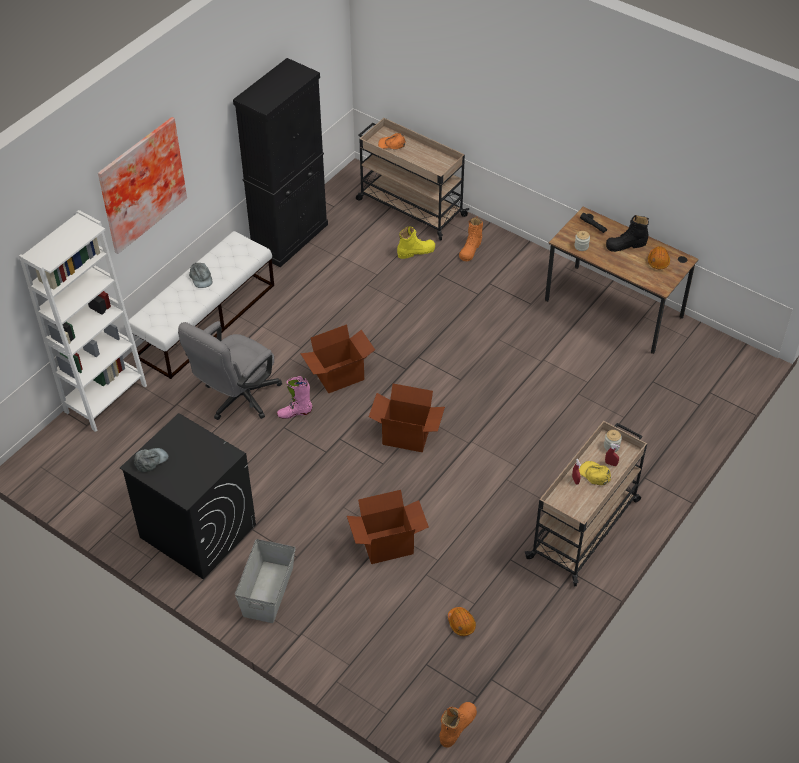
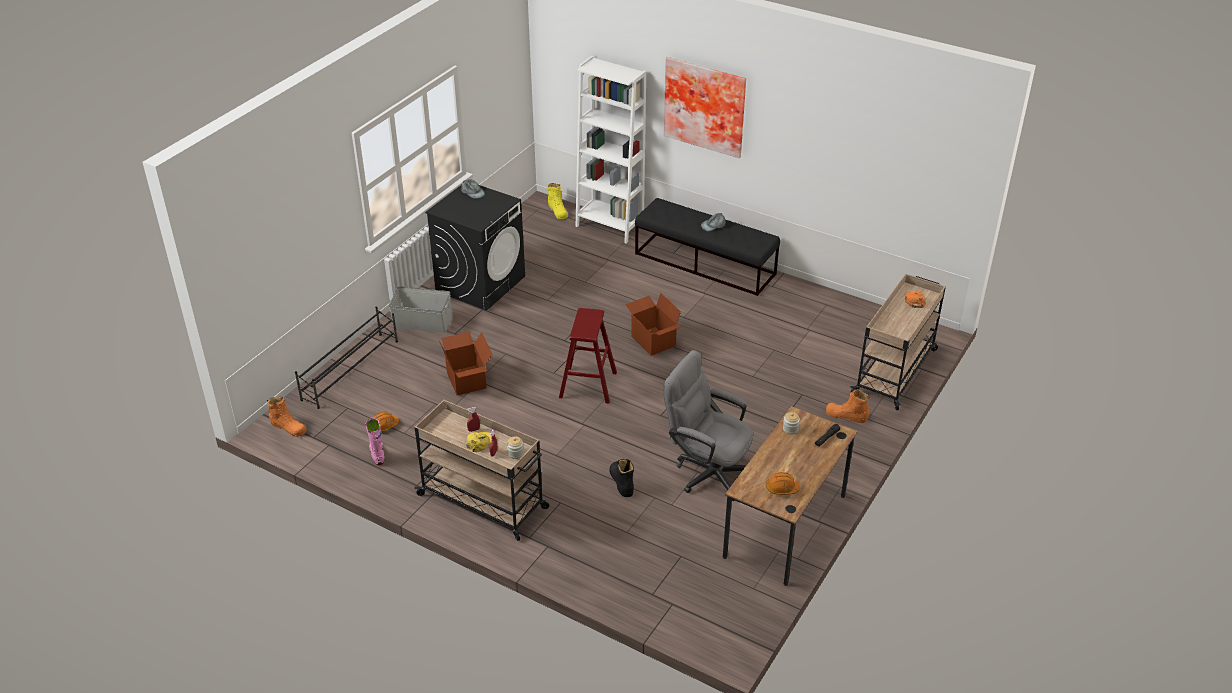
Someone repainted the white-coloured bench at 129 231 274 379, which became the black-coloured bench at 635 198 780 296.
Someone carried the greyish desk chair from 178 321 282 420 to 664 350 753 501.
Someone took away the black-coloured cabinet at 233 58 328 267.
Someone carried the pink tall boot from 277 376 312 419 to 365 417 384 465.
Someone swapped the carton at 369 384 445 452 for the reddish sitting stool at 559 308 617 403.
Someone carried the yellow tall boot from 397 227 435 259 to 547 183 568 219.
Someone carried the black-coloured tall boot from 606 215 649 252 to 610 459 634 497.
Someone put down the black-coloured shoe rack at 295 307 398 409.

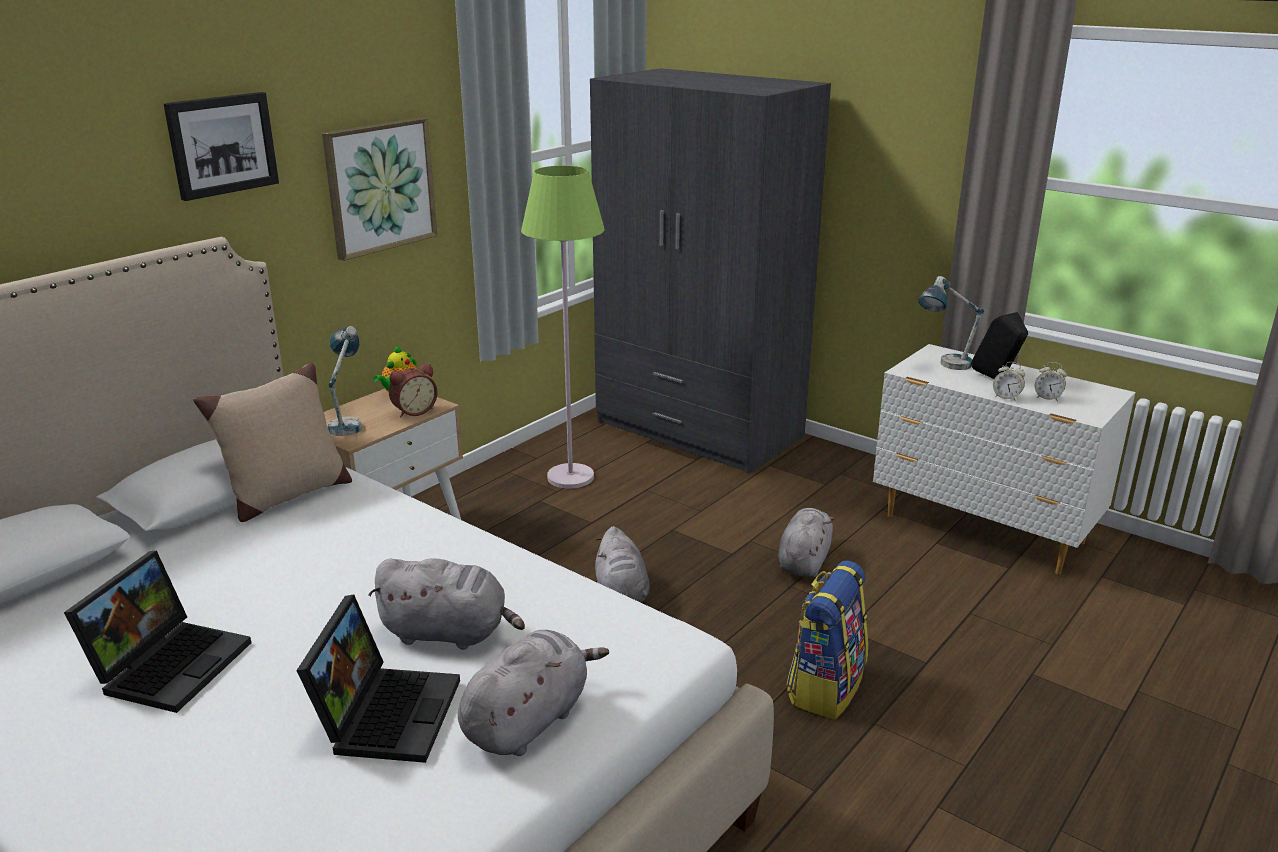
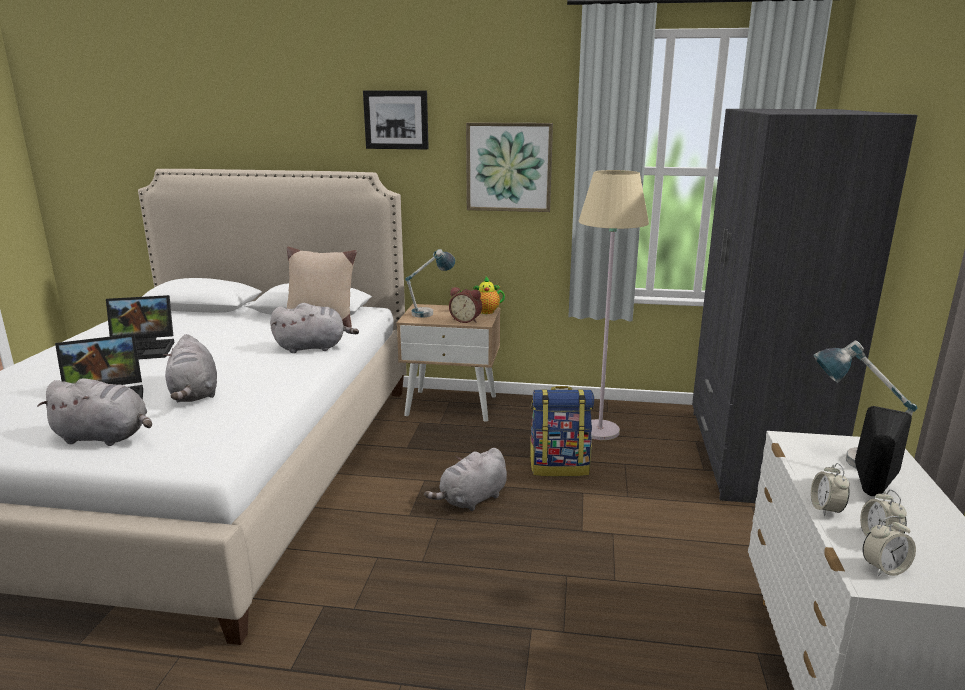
Someone repainted the green standard lamp at 521 166 604 489, which became the beige standard lamp at 579 170 649 440.
Someone carried the greyish soft toy from 778 508 834 577 to 270 303 359 353.
Someone carried the backpack from 787 561 868 720 to 529 386 594 477.
Someone put down the bedside clock at 863 516 916 577.

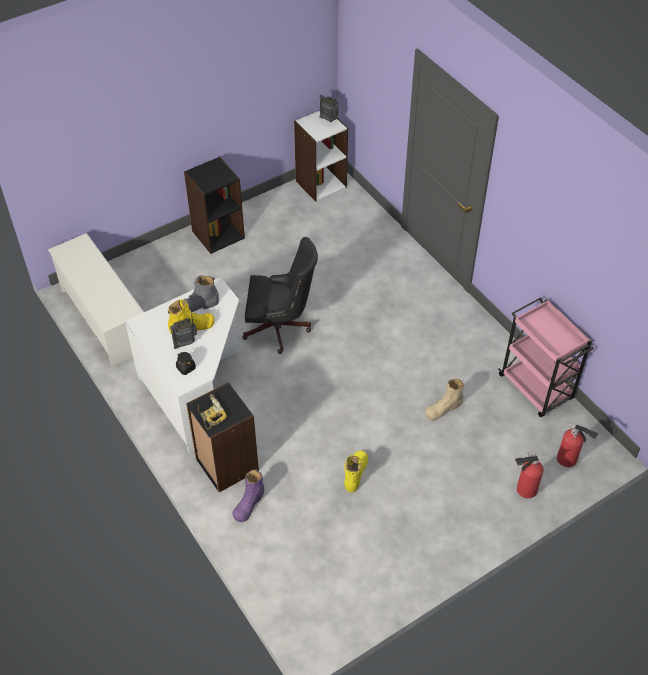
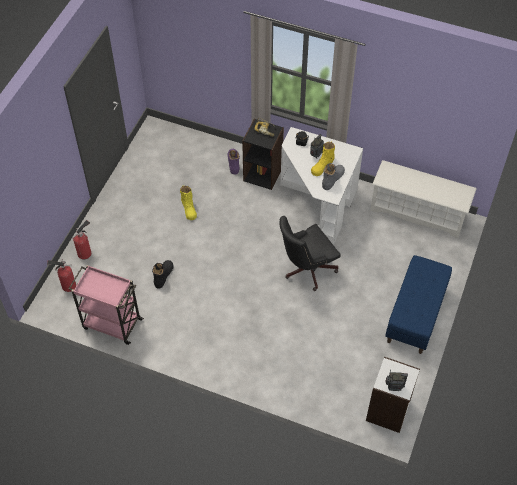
Someone swapped the black-coloured shelving unit at 184 157 245 254 for the blue-coloured bench at 385 255 452 354.
Someone repainted the beige tall boot at 425 379 464 420, which became the black-coloured tall boot at 152 260 174 289.

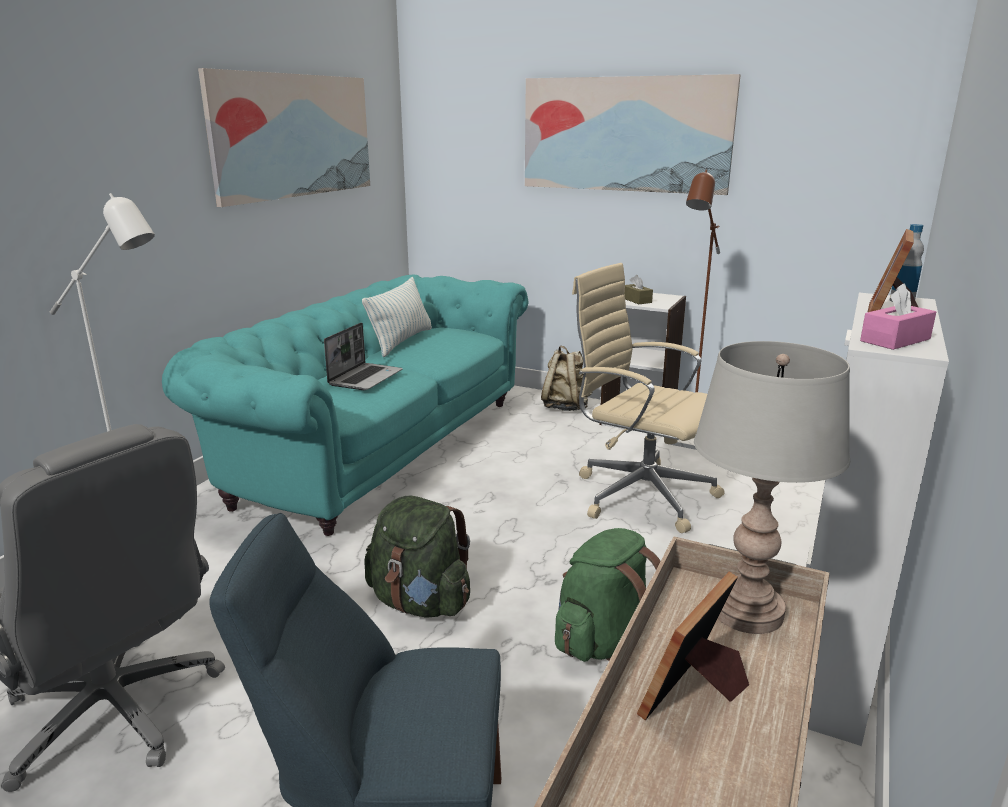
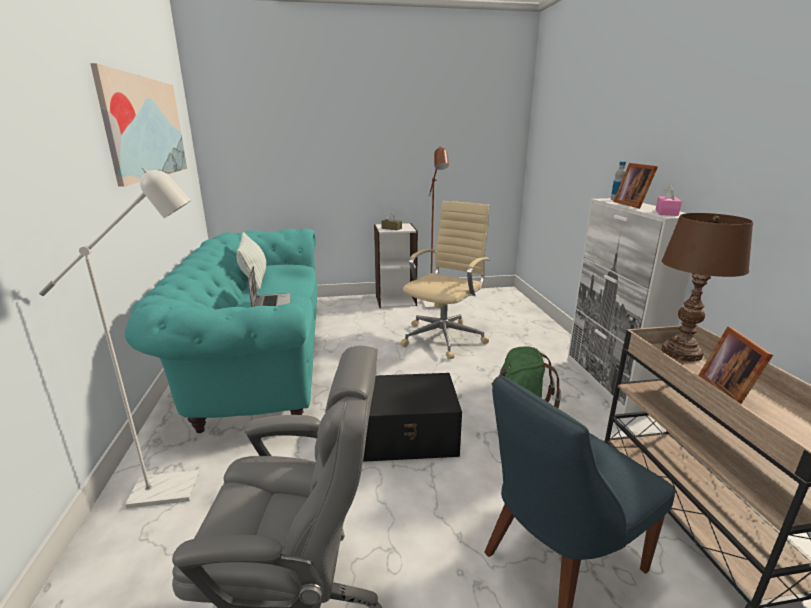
Someone swapped the green backpack at 364 495 470 618 for the black-coloured storage container at 363 373 462 462.
Someone took away the picture at 525 74 741 195.
Someone took away the beige backpack at 541 346 592 411.
Someone rotated the beige desk chair at 572 263 725 533 by 120 degrees clockwise.
Someone repainted the greyish table lamp at 694 341 850 634, which became the brown-coloured table lamp at 662 213 753 362.

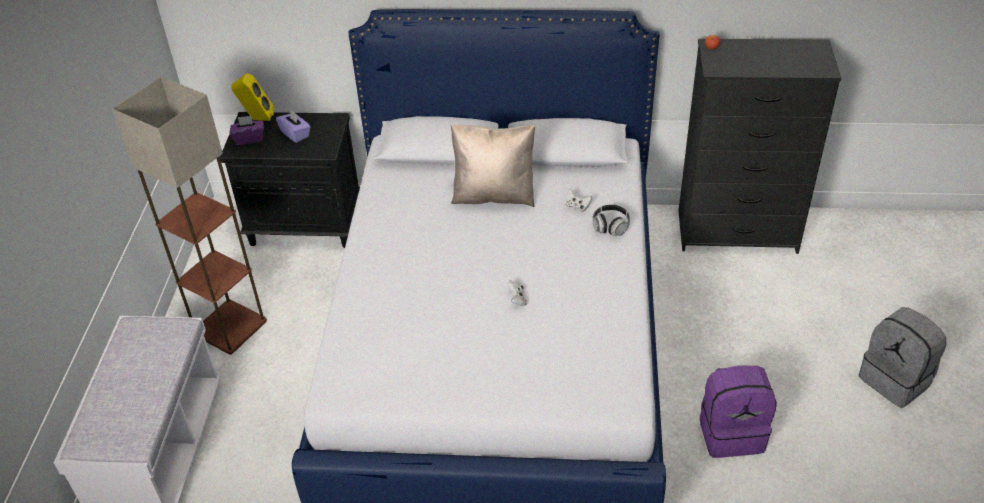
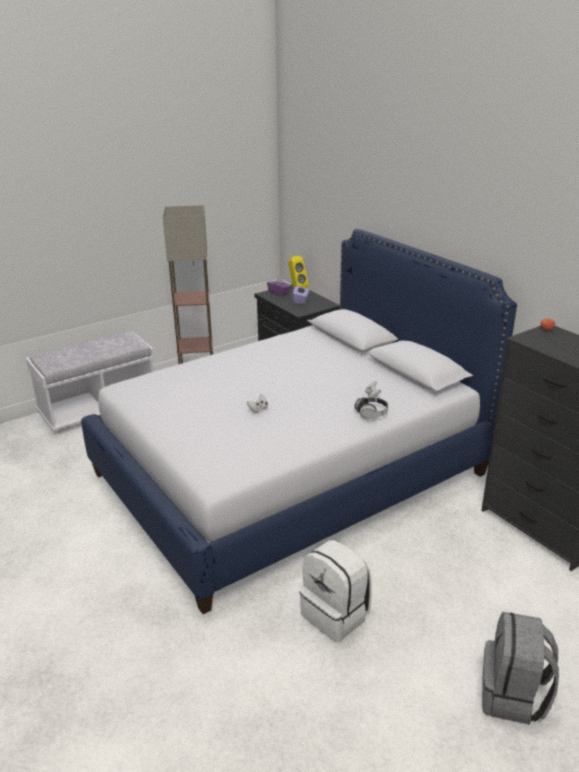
Someone took away the beige cushion at 451 124 535 207.
Someone repainted the purplish backpack at 700 365 777 458, which became the white-coloured backpack at 299 540 372 642.

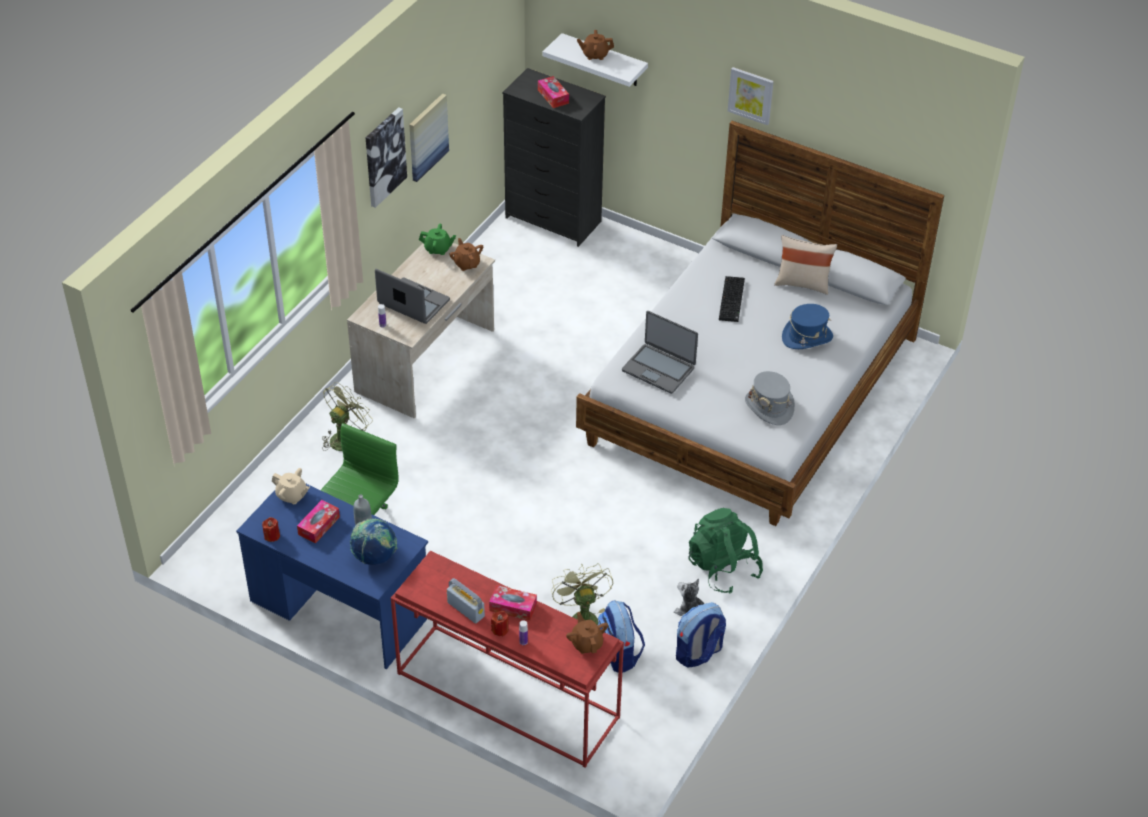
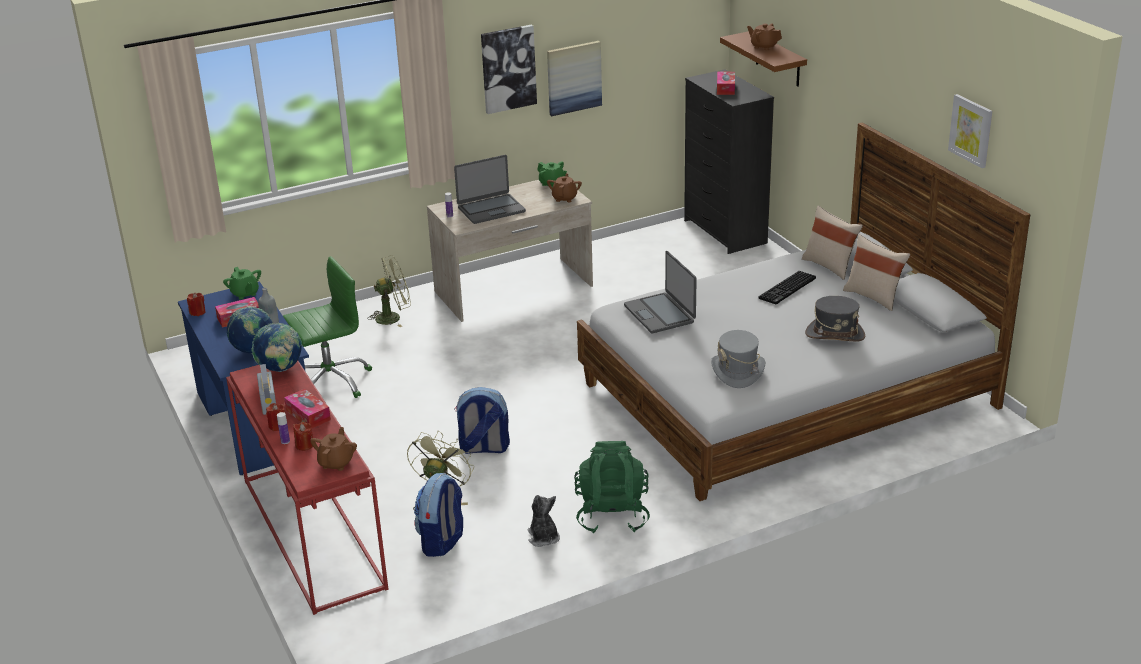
Someone repainted the beige pot for tea at 272 468 310 504, which became the green pot for tea at 223 267 261 300.
Someone rotated the notebook computer at 375 269 450 324 by 90 degrees clockwise.
Someone repainted the white-coloured wall shelf at 543 33 648 87, which became the brown-coloured wall shelf at 720 31 807 87.
Someone carried the backpack from 676 602 726 668 to 454 387 510 454.
Someone carried the picture from 728 67 774 125 to 948 94 992 168.
Someone repainted the blue-coloured hat at 782 304 833 349, which became the greyish hat at 805 296 865 342.
Someone put down the desk globe at 251 323 303 372.
Someone put down the reddish wax light at 293 422 313 451.
Someone put down the beige cushion at 802 205 863 280.

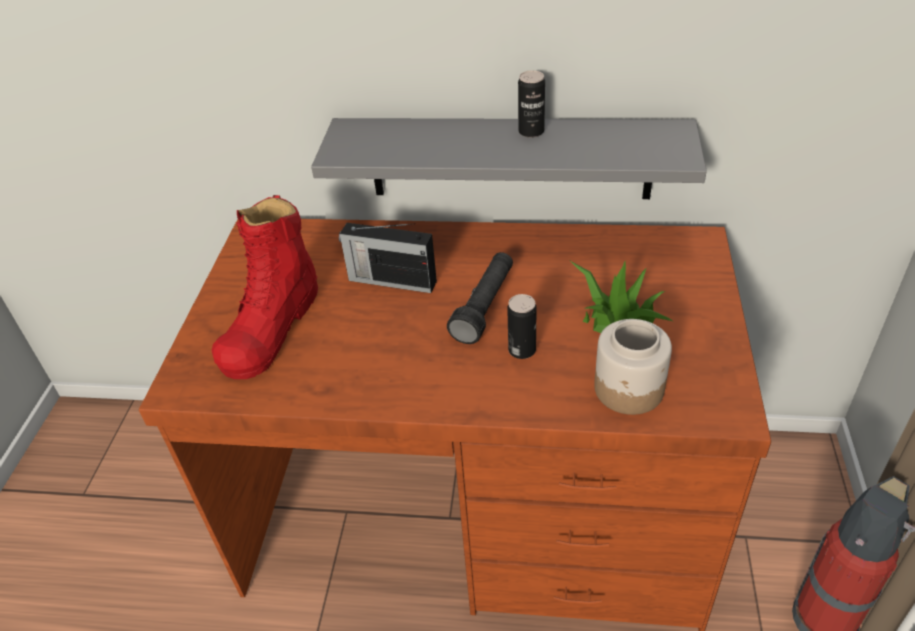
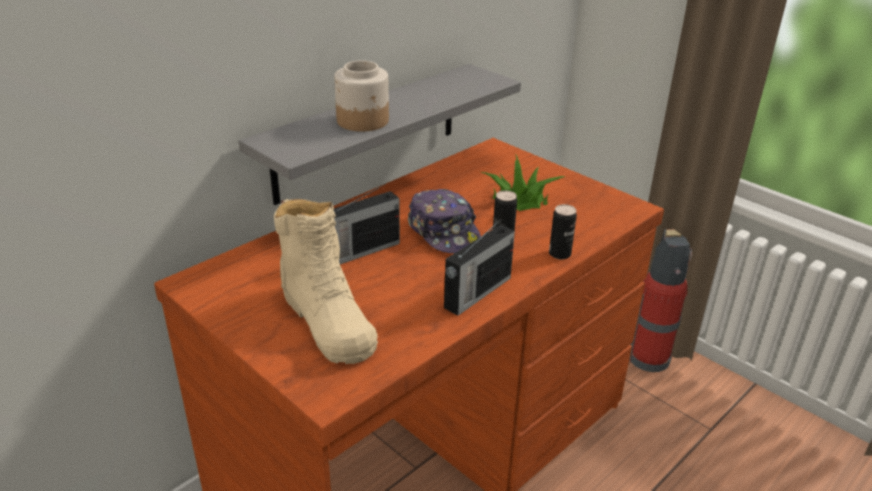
Someone repainted the reddish tall boot at 212 195 318 379, which became the beige tall boot at 274 199 378 364.
Someone swapped the black-coloured flashlight at 447 252 513 344 for the peaked cap at 408 189 481 253.
Someone carried the metal can from 518 70 545 138 to 549 204 577 259.
Someone carried the preserve jar from 594 319 672 415 to 334 61 389 132.
Someone put down the radio at 444 218 515 316.

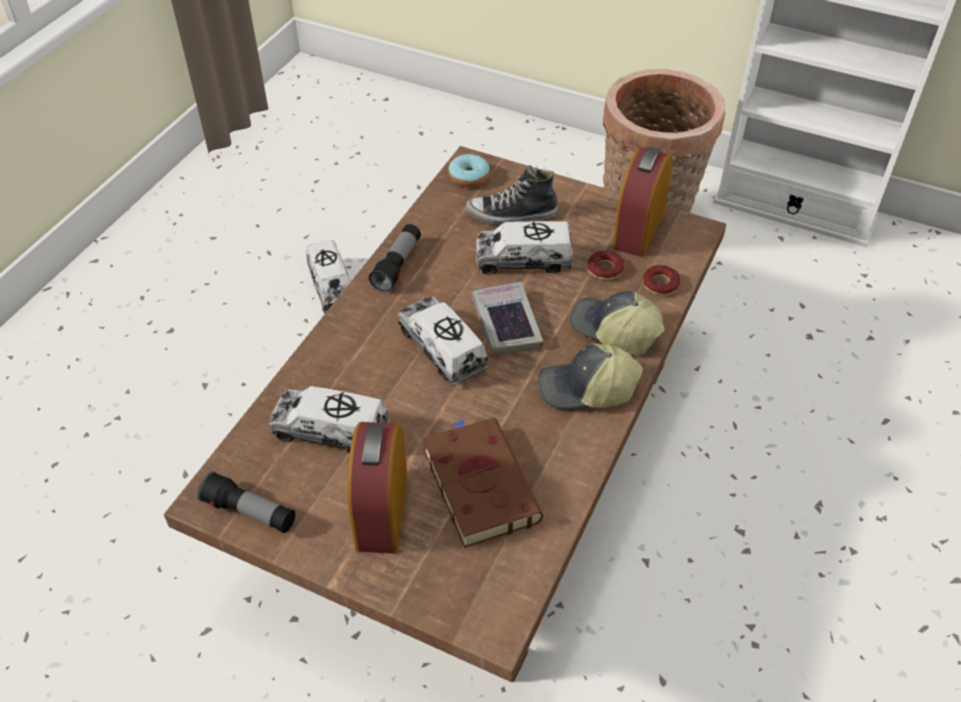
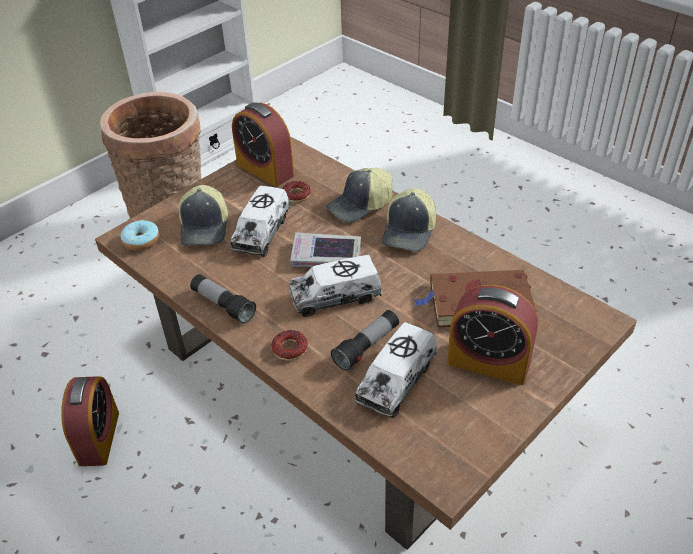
Someone carried the flashlight from 197 471 295 533 to 331 310 399 371.
Someone swapped the toy lorry at 306 240 350 313 for the bedside clock at 61 376 119 466.
Someone swapped the low shoe at 466 165 558 225 for the peaked cap at 178 185 228 246.
Someone carried the donut from 643 265 680 295 to 271 330 308 361.

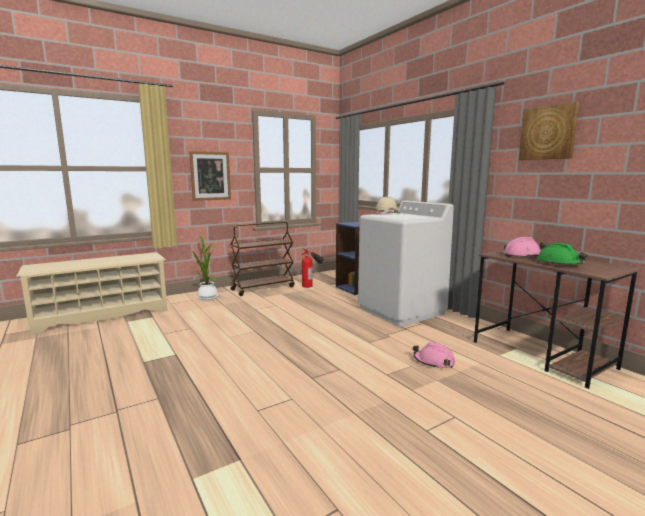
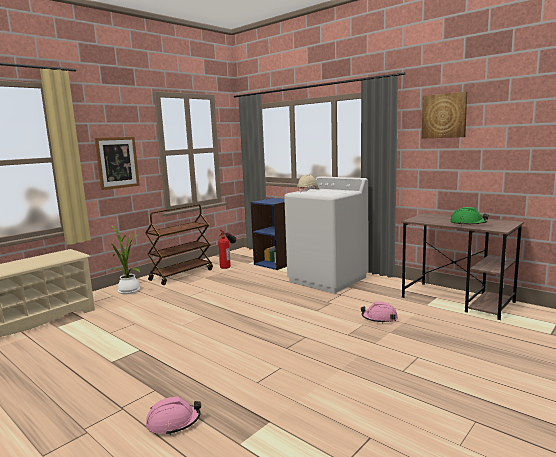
Someone carried the pink safety helmet from 504 237 547 258 to 146 396 201 435.

